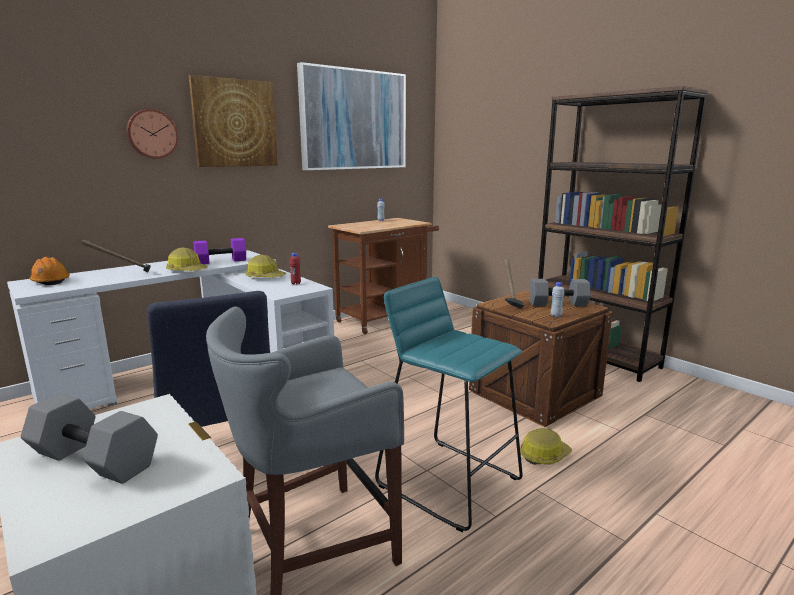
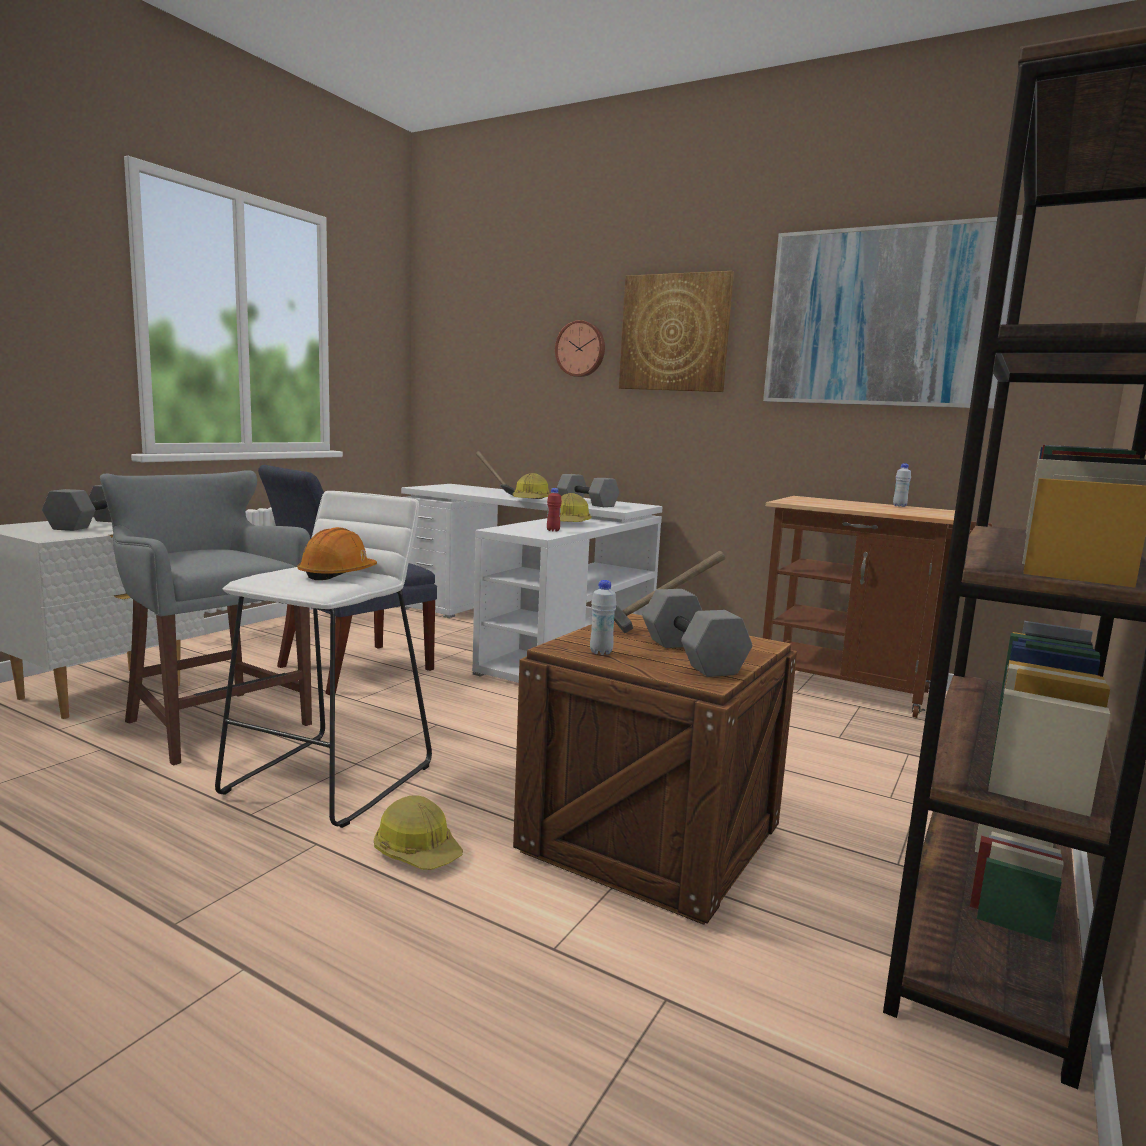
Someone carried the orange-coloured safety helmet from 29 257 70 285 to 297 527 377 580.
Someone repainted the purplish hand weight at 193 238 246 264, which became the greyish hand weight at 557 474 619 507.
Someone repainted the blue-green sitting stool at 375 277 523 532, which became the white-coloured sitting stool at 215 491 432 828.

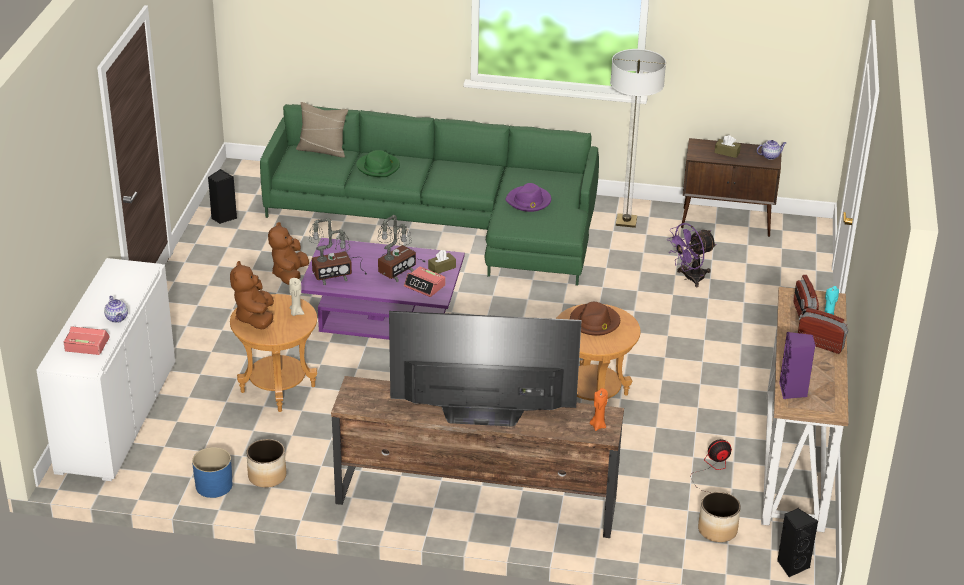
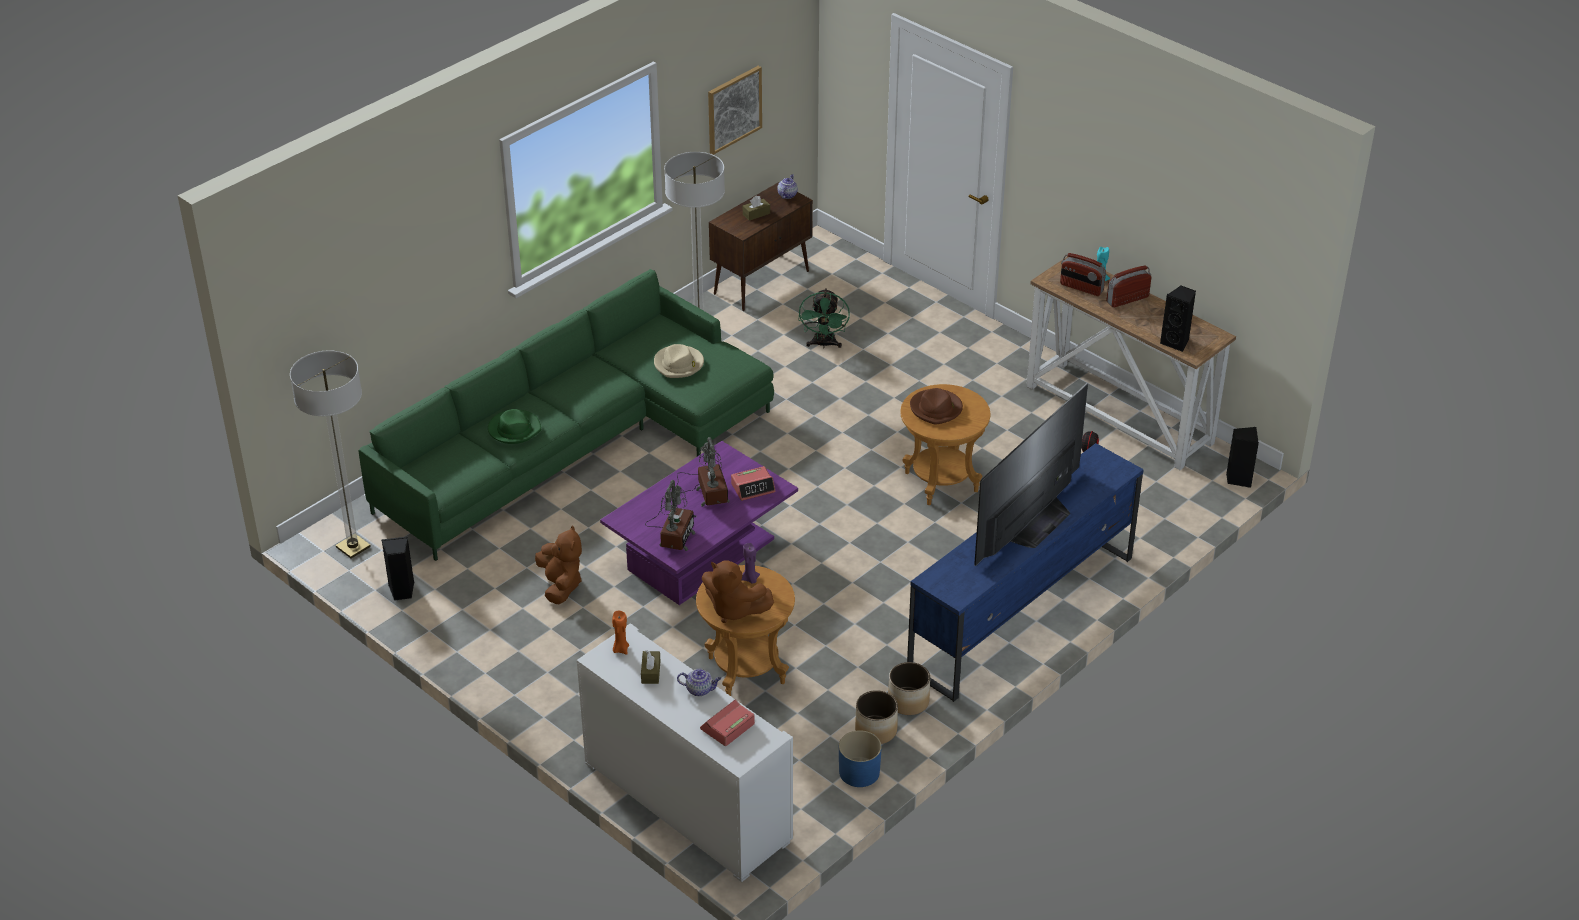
Someone rotated the brown-coloured soft toy at 268 222 309 285 by 150 degrees counterclockwise.
Someone repainted the beige wax light at 289 278 305 316, which became the purplish wax light at 741 543 760 584.
Someone took away the beige cushion at 296 102 348 158.
Someone repainted the brown-coloured media console at 331 376 624 538, which became the blue-coloured media console at 907 443 1144 702.
Someone carried the brown-coloured tissue holder from 428 250 456 274 to 641 651 660 684.
Someone repainted the purplish hat at 505 183 551 212, which became the beige hat at 654 344 704 378.
Someone carried the orange-coloured wax light from 590 388 608 431 to 612 611 629 654.
Someone repainted the purplish fan at 667 223 717 287, which became the green fan at 799 288 850 349.
Someone carried the plant pot from 698 492 741 542 to 888 662 930 715.
Someone repainted the purplish loudspeaker at 779 332 815 399, which became the black-coloured loudspeaker at 1160 286 1196 352.
Someone put down the standard lamp at 290 350 371 559.
Someone put up the picture at 708 66 762 155.

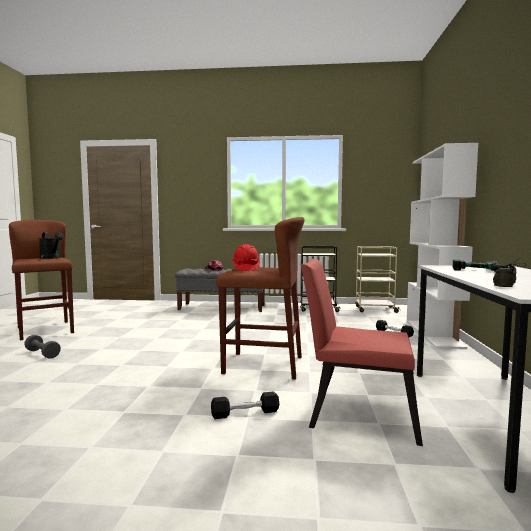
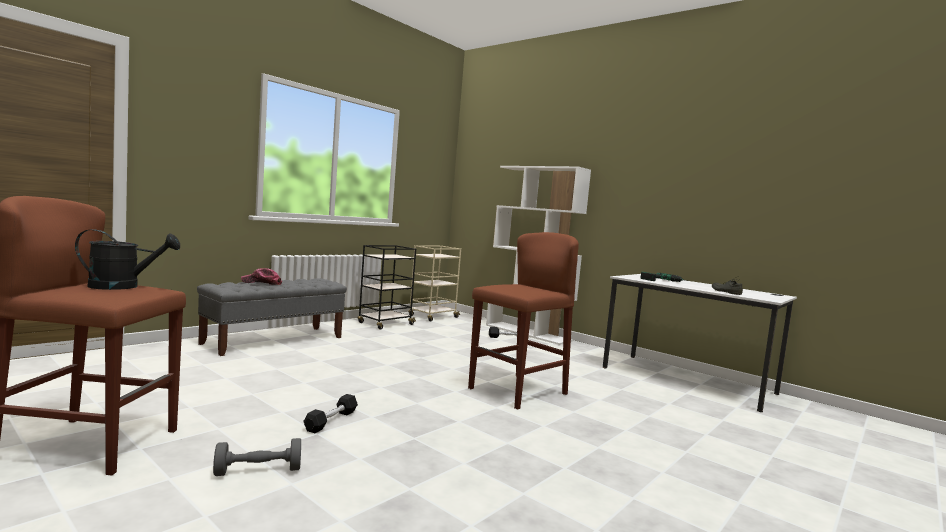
Someone carried the black-coloured hand weight from 211 392 279 419 to 303 394 358 433.
Someone took away the reddish safety helmet at 232 244 260 271.
Someone took away the reddish plain chair at 301 259 423 446.

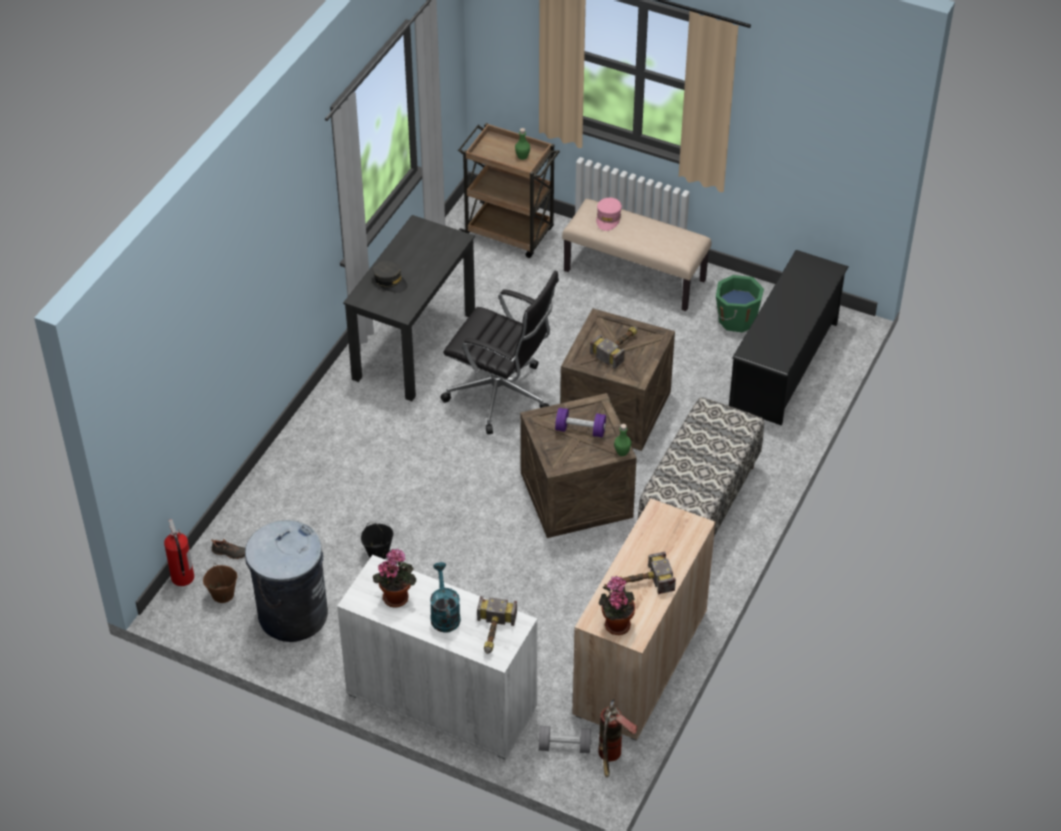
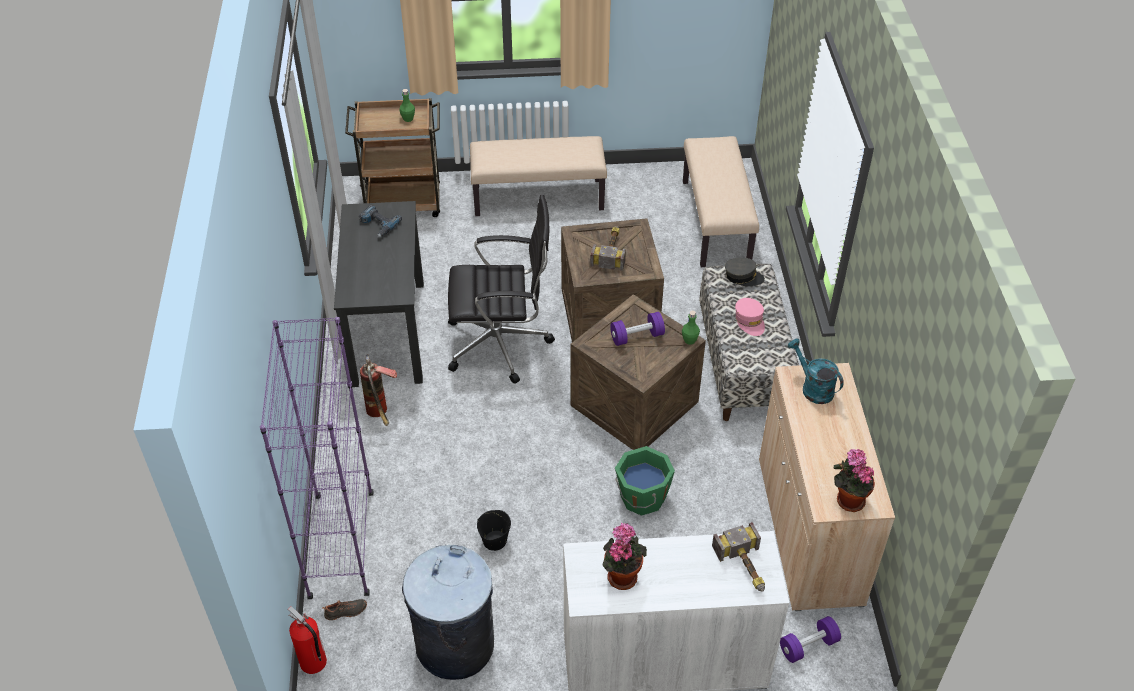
Someone took away the brown-coloured water bucket at 203 563 237 603.
Someone carried the greyish peaked cap from 373 261 408 293 to 725 257 765 286.
Someone carried the blue-green sprinkling can from 430 562 461 633 to 787 338 844 404.
Someone repainted the greyish hand weight at 538 726 592 753, which became the purplish hand weight at 780 616 841 663.
Someone carried the pink peaked cap from 596 198 622 231 to 735 298 765 336.
Someone carried the extinguisher from 598 699 637 778 to 360 354 397 426.
Someone took away the hand hammer at 619 552 676 594.
Someone carried the green water bucket from 716 275 764 332 to 615 446 675 516.
Someone swapped the black-coloured shoe rack at 729 250 849 426 for the beige bench at 683 136 759 267.
Someone put down the purplish shelving unit at 260 317 374 599.
Someone put down the drill at 359 205 402 238.

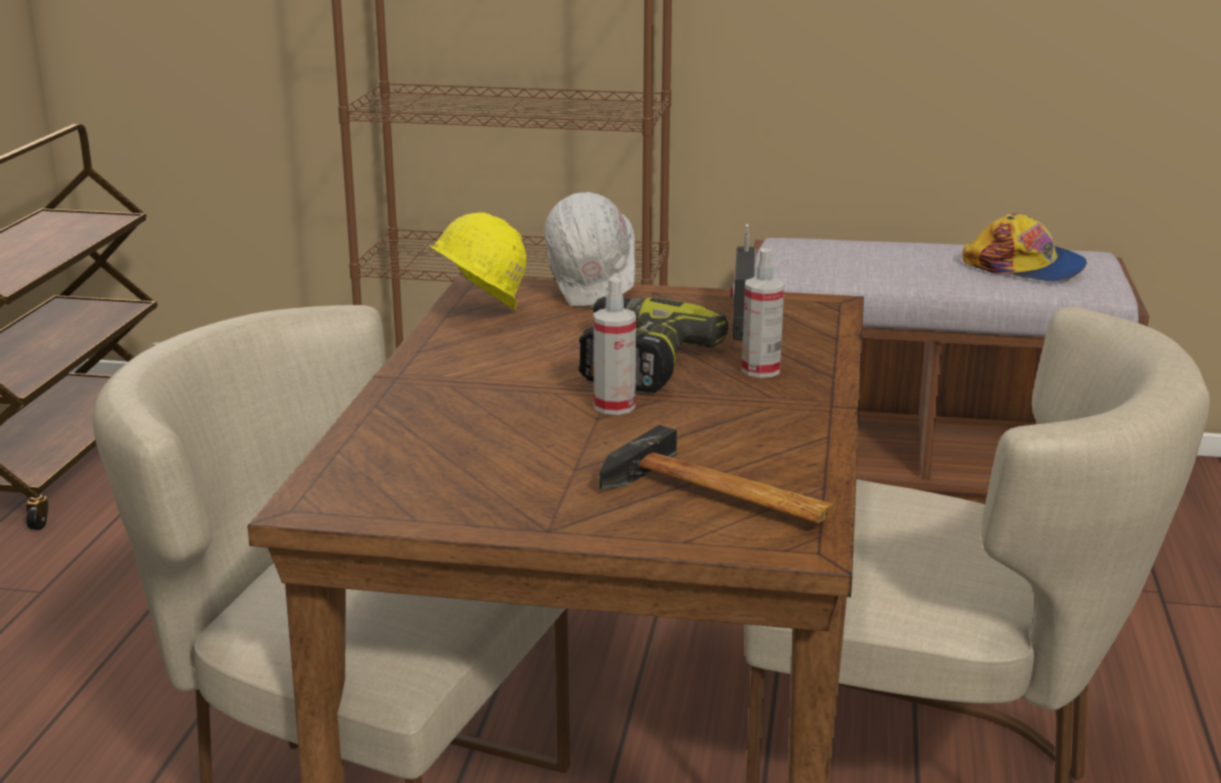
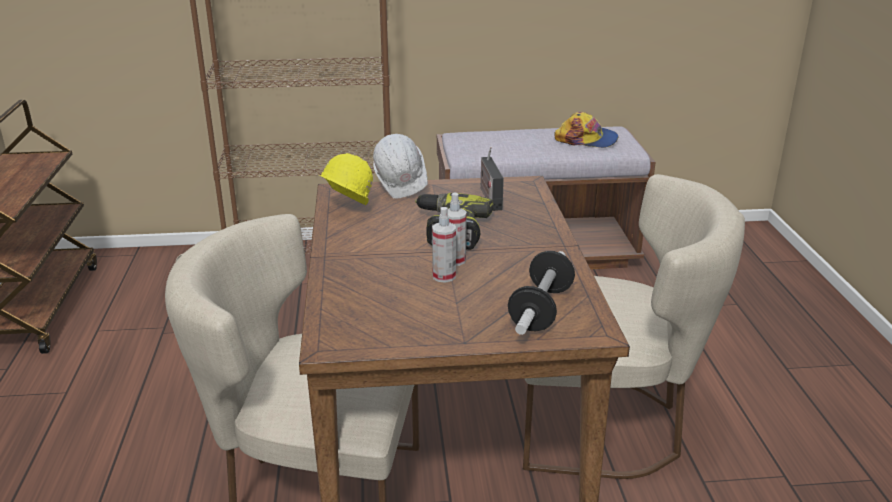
Someone swapped the hand hammer at 599 425 836 523 for the hand weight at 508 251 575 335.
Someone carried the hand sprayer from 742 248 784 378 to 432 207 456 283.

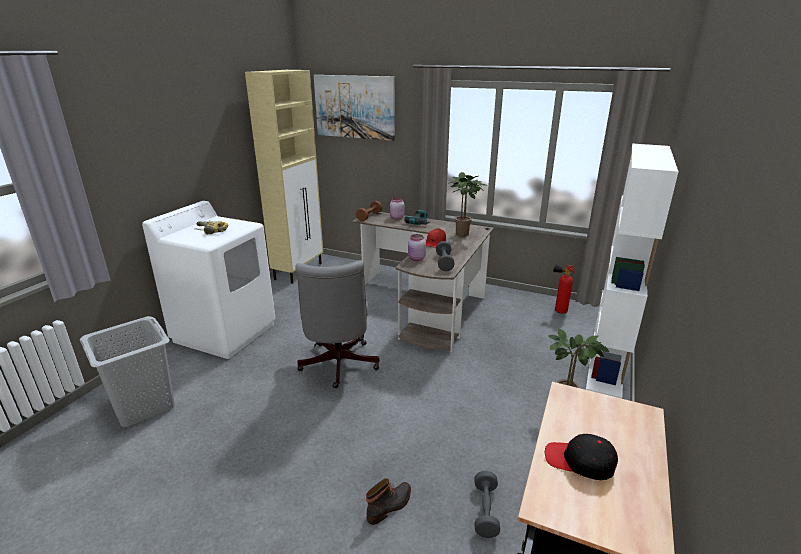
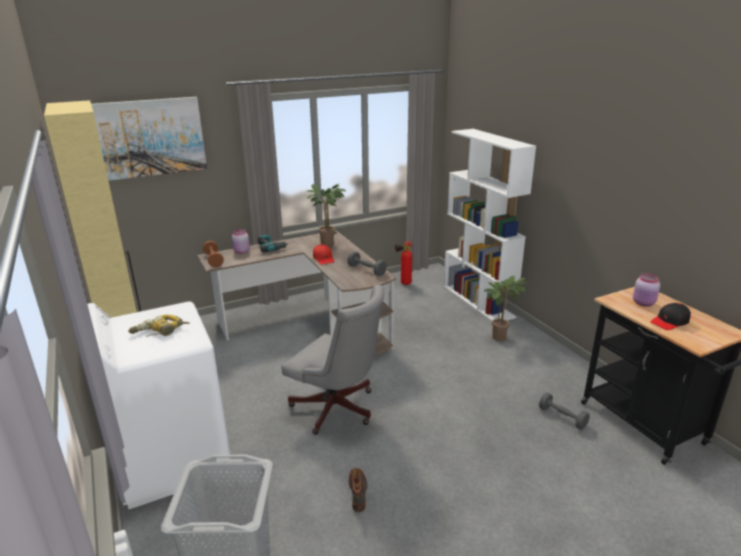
Someone carried the tall boot from 366 478 411 525 to 349 468 367 512.
Someone carried the pink preserve jar from 408 234 426 261 to 633 273 660 307.

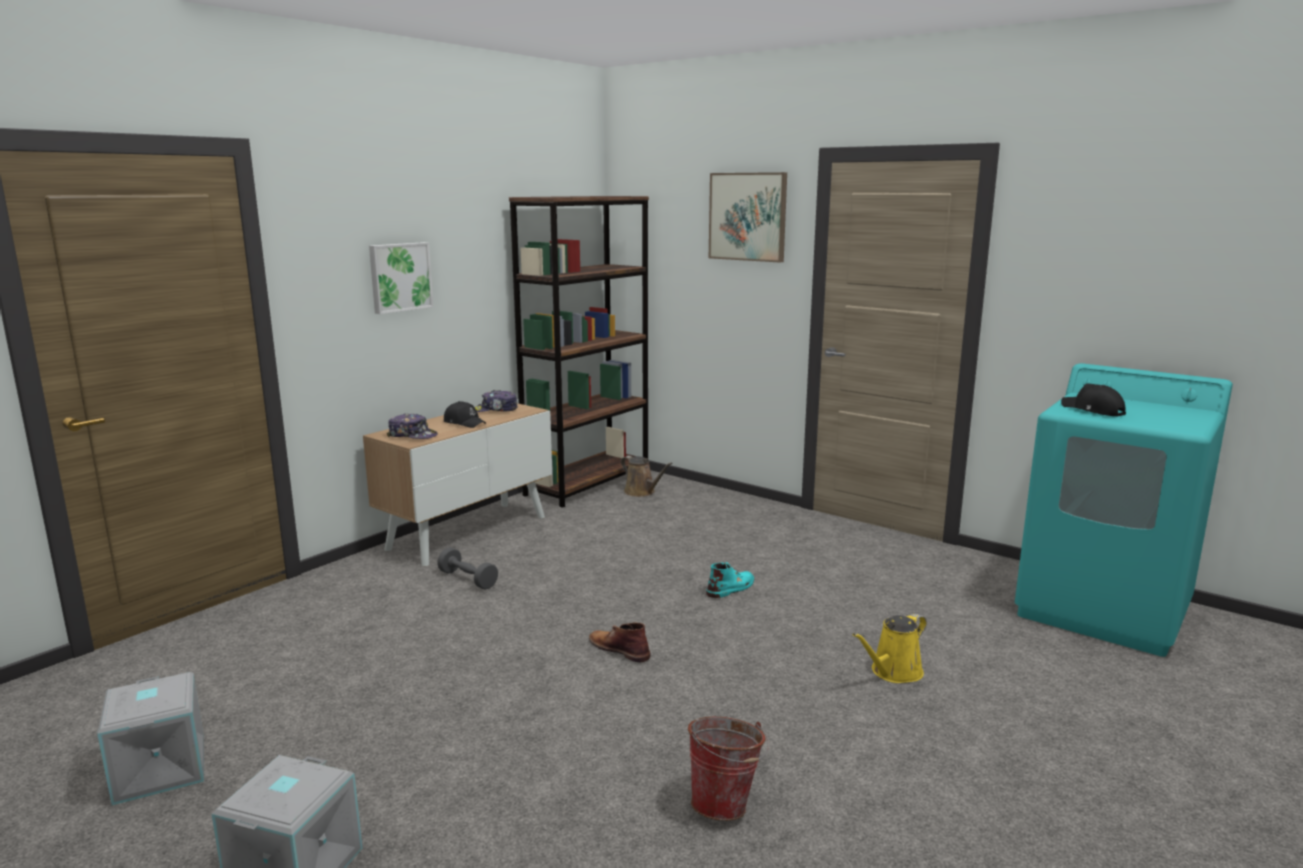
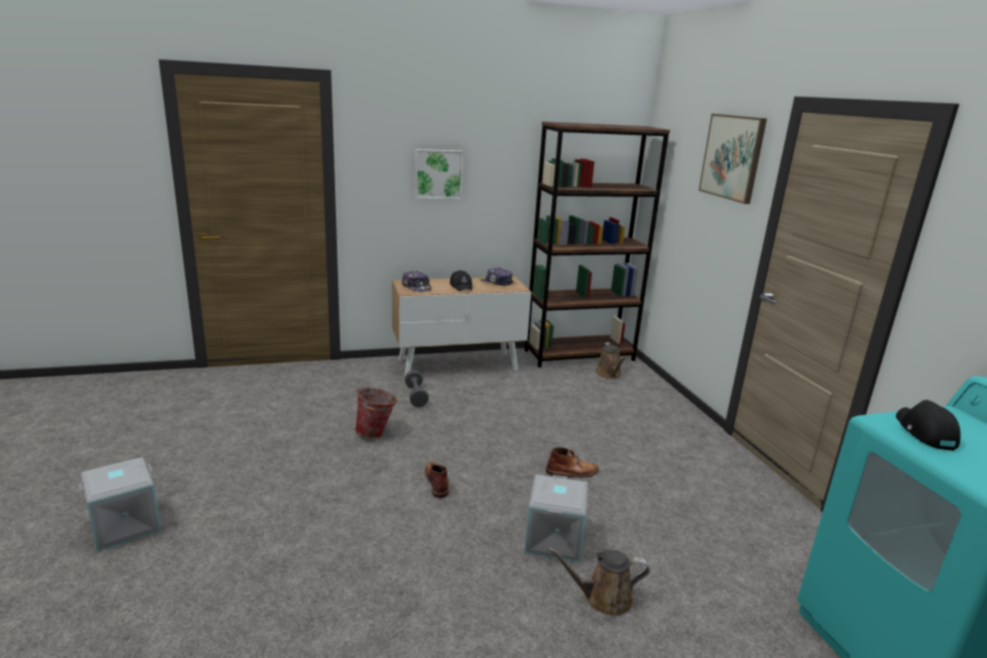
Someone carried the greyish storage container from 97 672 204 805 to 525 475 588 562.
Someone carried the water bucket from 688 717 769 821 to 355 388 398 438.
Someone repainted the blue-green tall boot at 706 562 754 598, which became the brown-coloured tall boot at 546 447 599 478.
Someone repainted the yellow sprinkling can at 853 613 927 683, which became the brown-coloured sprinkling can at 548 547 650 616.

